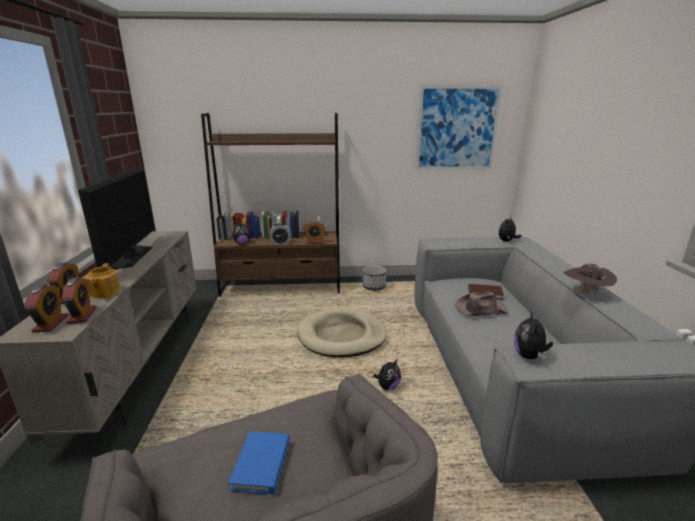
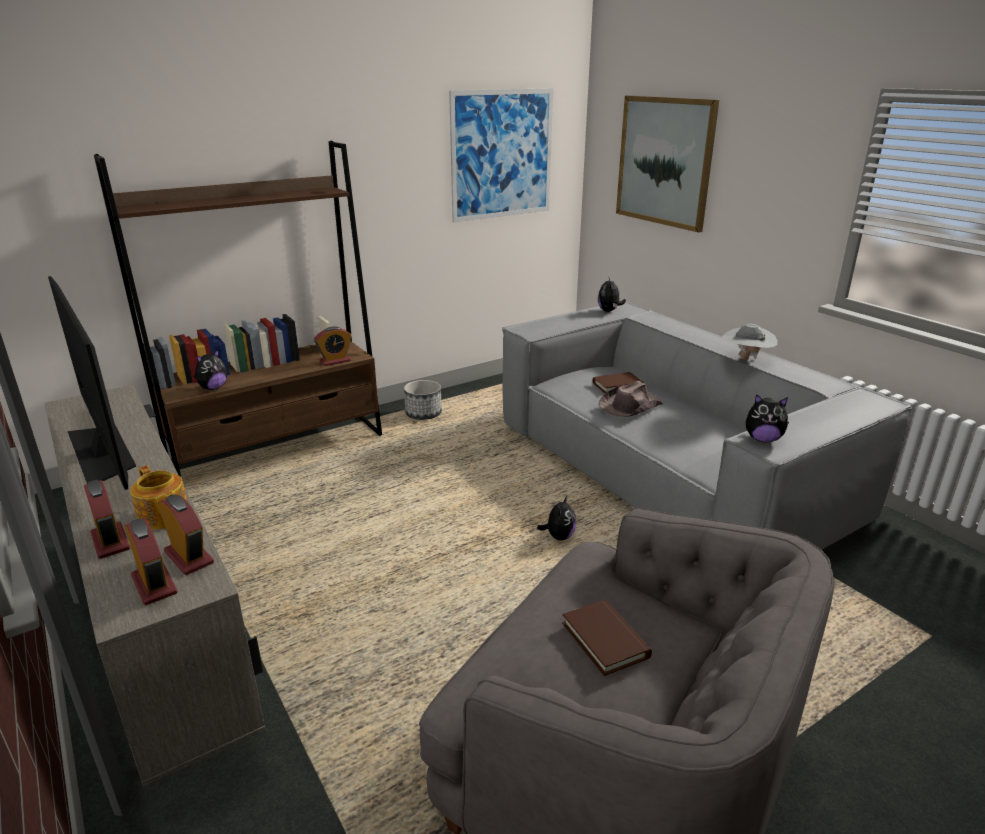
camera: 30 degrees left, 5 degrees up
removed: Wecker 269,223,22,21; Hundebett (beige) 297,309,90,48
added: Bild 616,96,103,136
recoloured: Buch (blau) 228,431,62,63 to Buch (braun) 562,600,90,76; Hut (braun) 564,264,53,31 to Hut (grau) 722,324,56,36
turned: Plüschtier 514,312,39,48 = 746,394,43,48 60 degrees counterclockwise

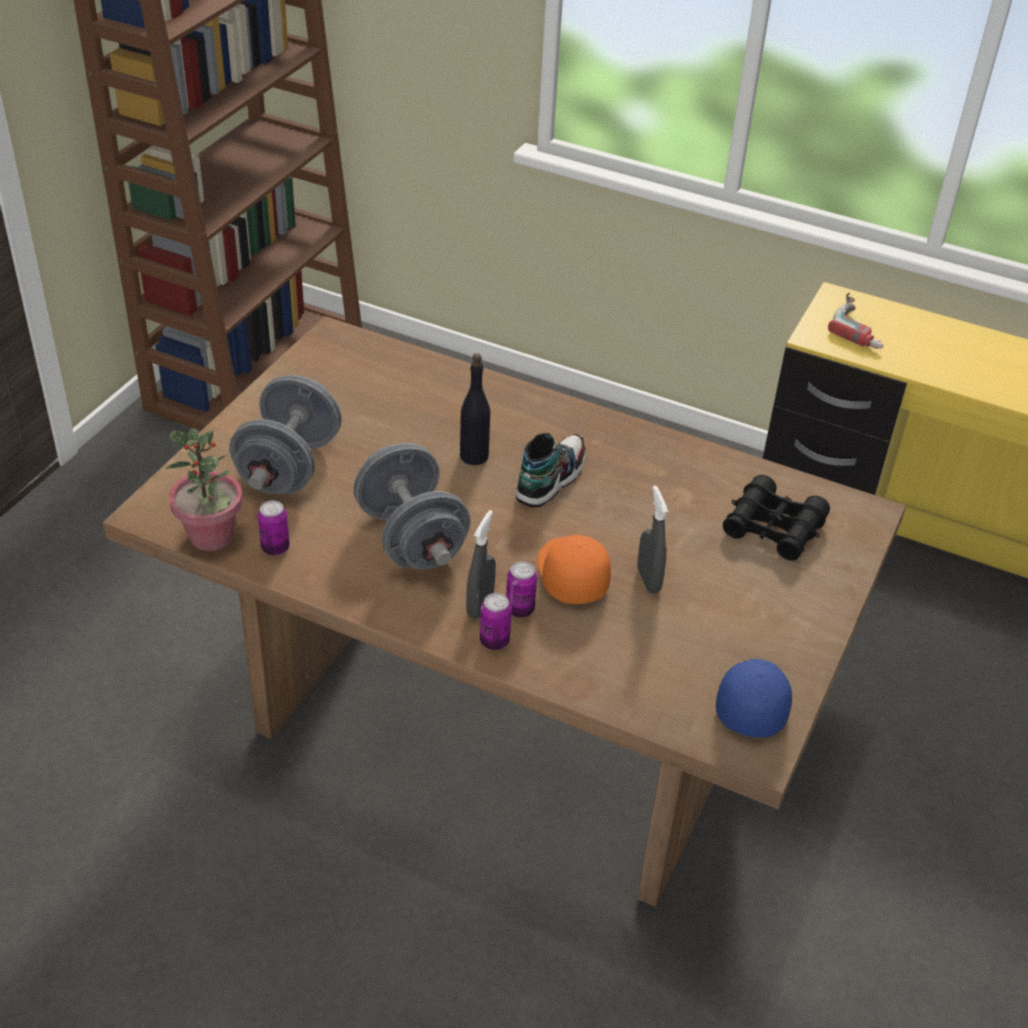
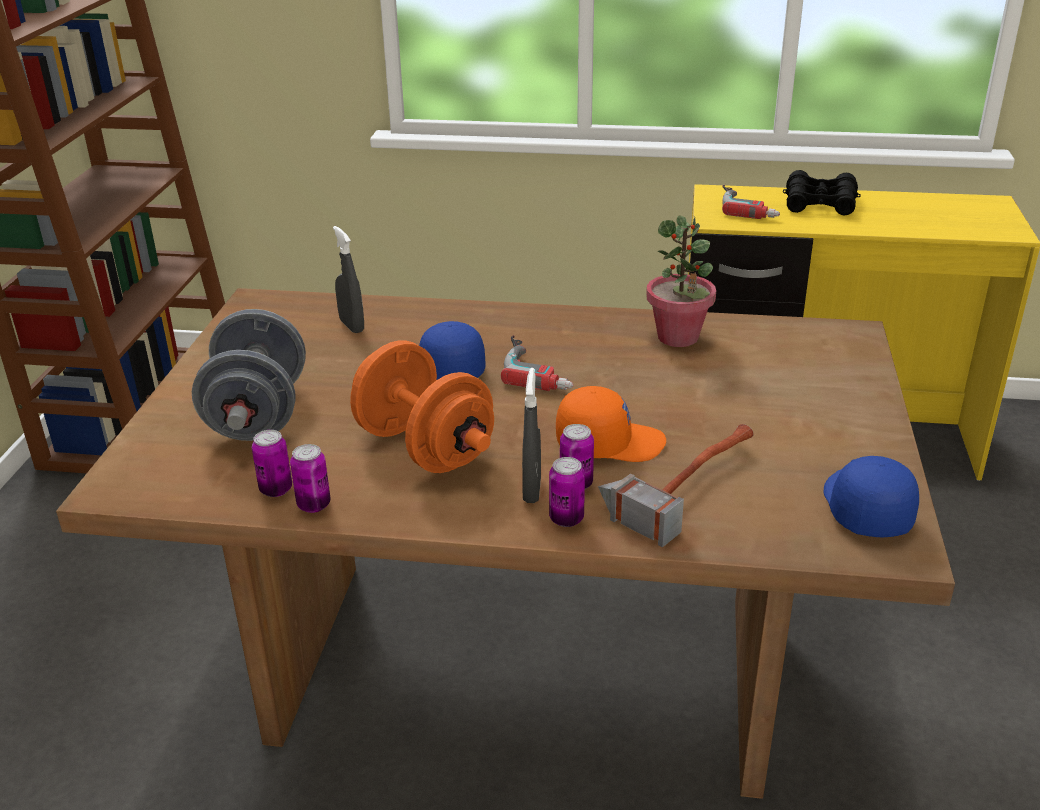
camera: 15 degrees left, 10 degrees down
added: Dose 290,444,41,69; Hammer 598,424,156,123
moved: Topfpflanze 165,428,78,123 to 646,215,70,132; Sprühflasche (grau) 637,485,31,109 to 333,226,31,107; Fernglas (schwarz) 723,475,107,86 to 782,170,79,46
replaced: Flasche (schwarz) 460,353,30,112 to Kappe (blau) 419,321,67,59; Schuh 516,433,70,74 to Bohrmaschine 501,335,73,56
recoloured: Hantel (grau) 354,443,117,126 to Hantel (orange) 350,340,144,133
turned: Kappe (orange) 537,535,74,69 = 556,386,110,76 120 degrees clockwise

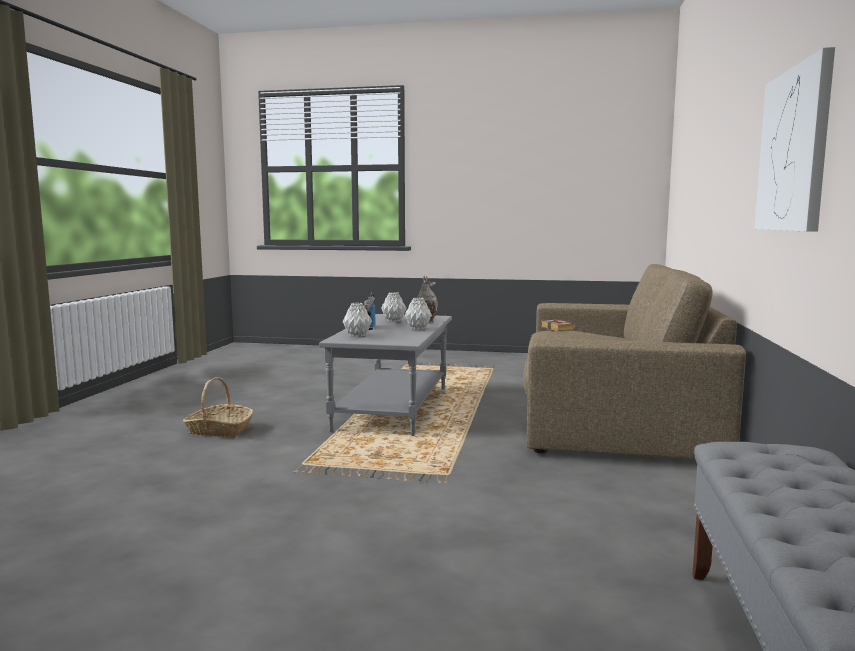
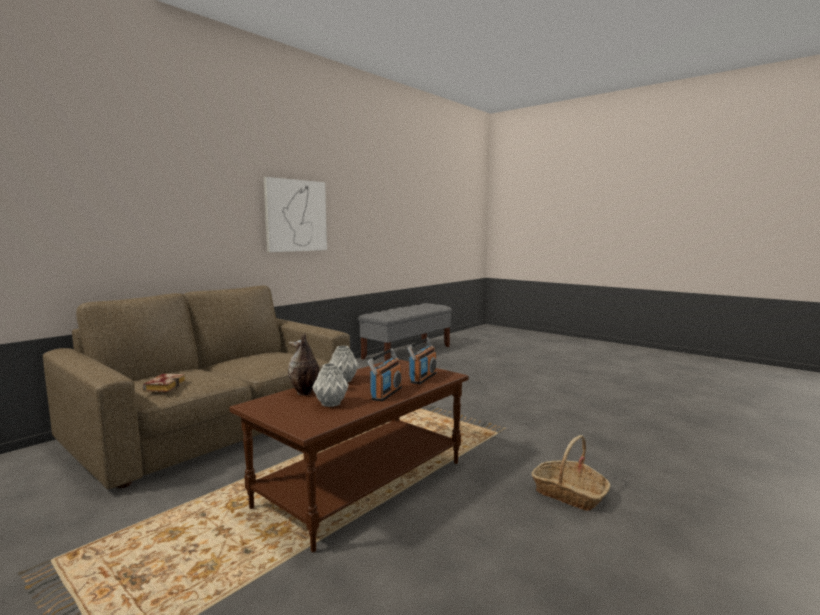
camera: 150 degrees left, 0 degrees up
replaced: Vase (grau) 343,303,29,34 to Radio 407,337,29,47
recoloured: Couchtisch (grau) 319,314,133,122 to Couchtisch (braun) 229,359,239,193

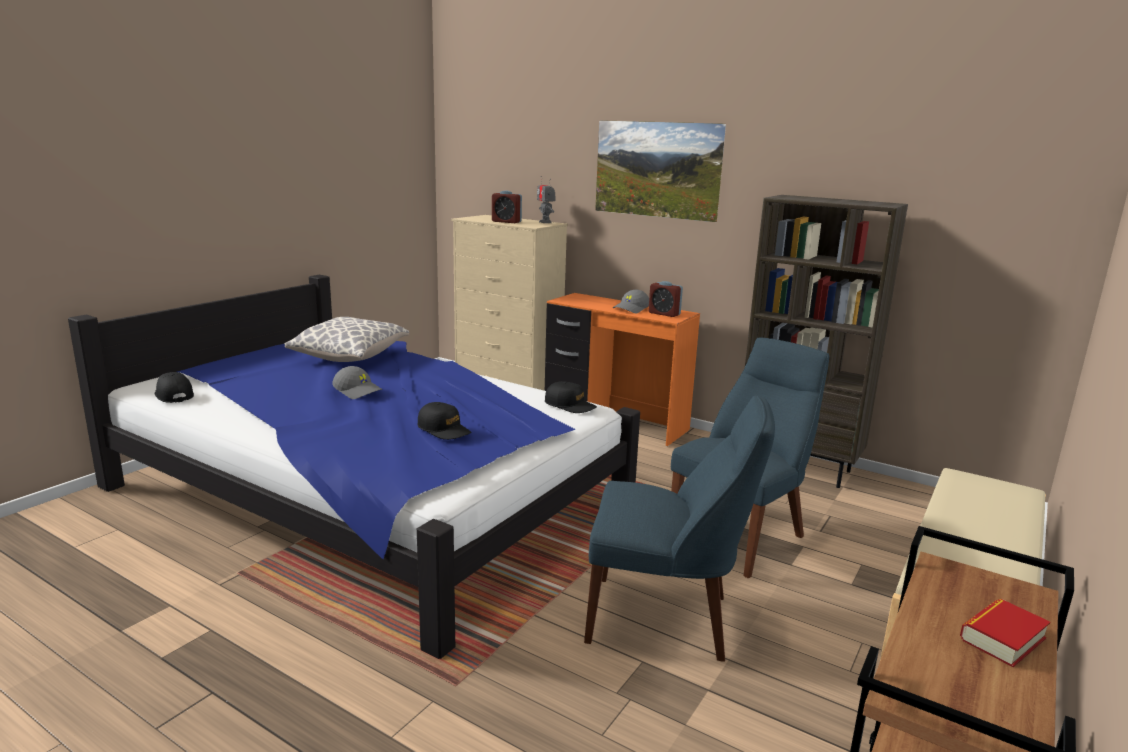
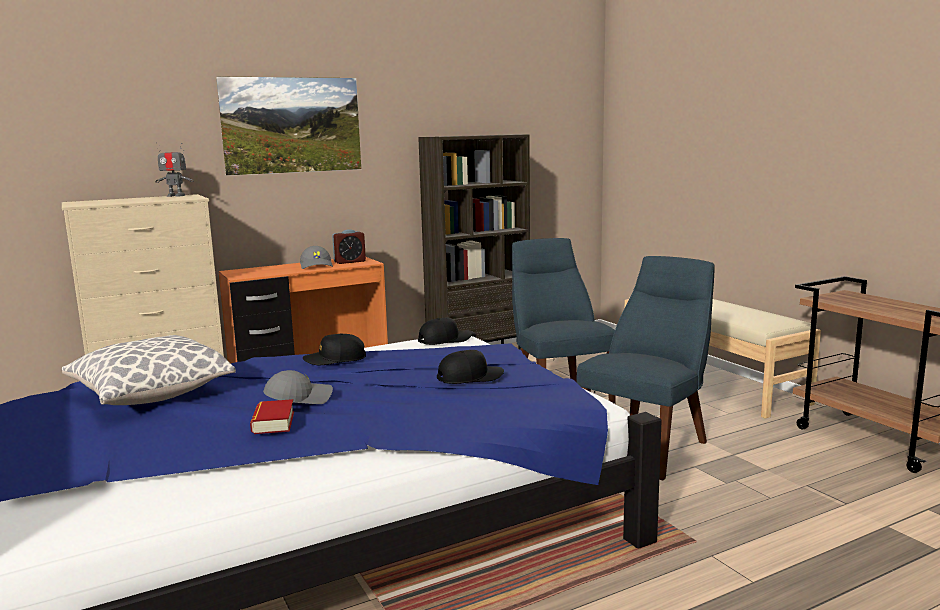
camera: 60 degrees left, 5 degrees down
removed: Wecker 492,191,30,32
moved: Kappe (schwarz) 155,372,39,31 to 303,333,63,32; Buch 960,599,90,68 to 250,399,44,35

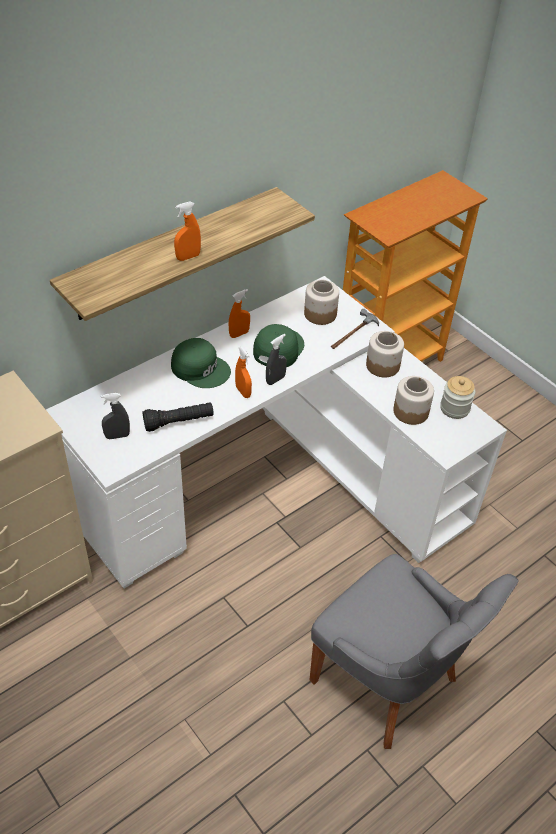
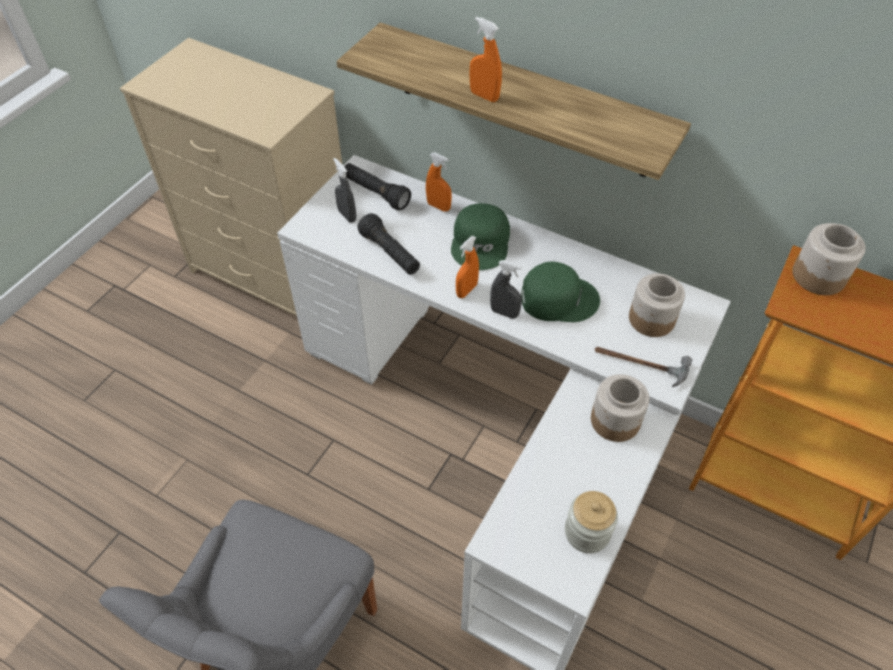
camera: 70 degrees right, 5 degrees up
added: Taschenlampe (schwarz) 344,163,67,47
moved: Sprühflasche (orange) 229,289,21,49 to 426,152,26,60; Vorratsglas 393,376,41,49 to 792,223,74,72

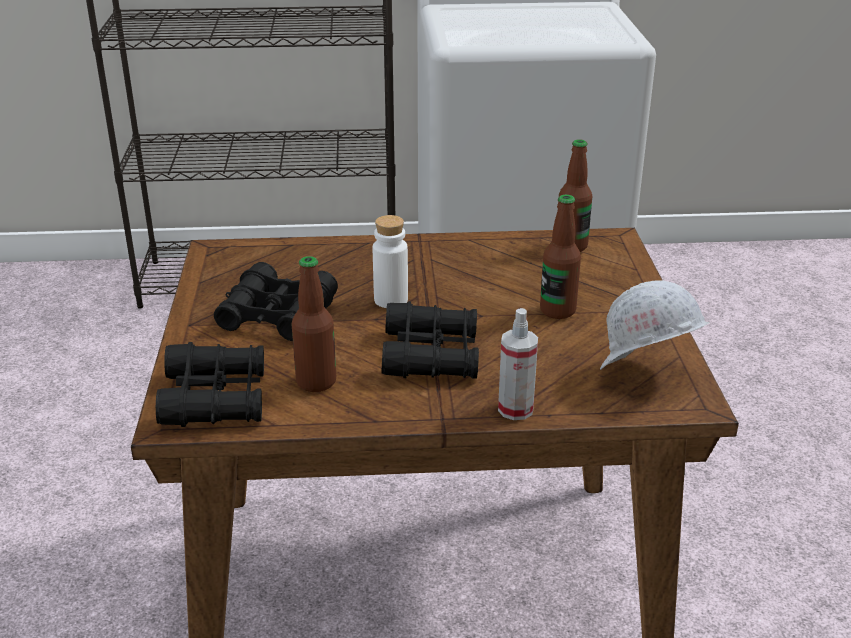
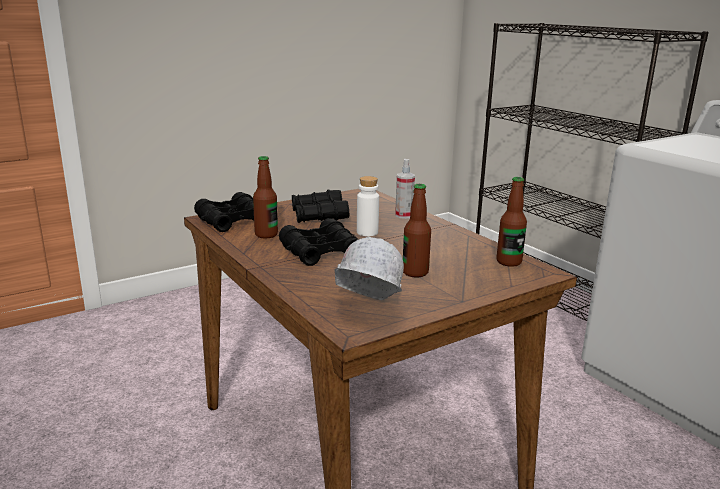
camera: 60 degrees right, 10 degrees down
moved: Sprühflasche 498,308,40,112 to 395,159,20,60

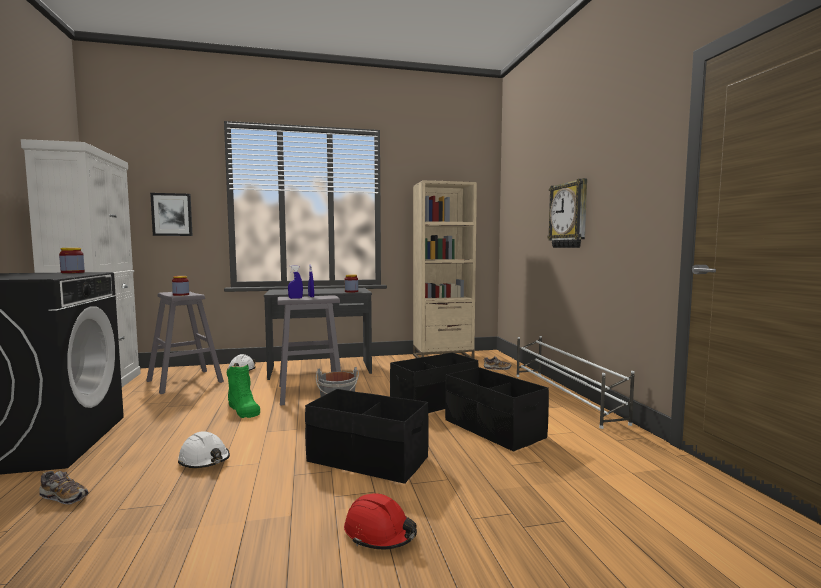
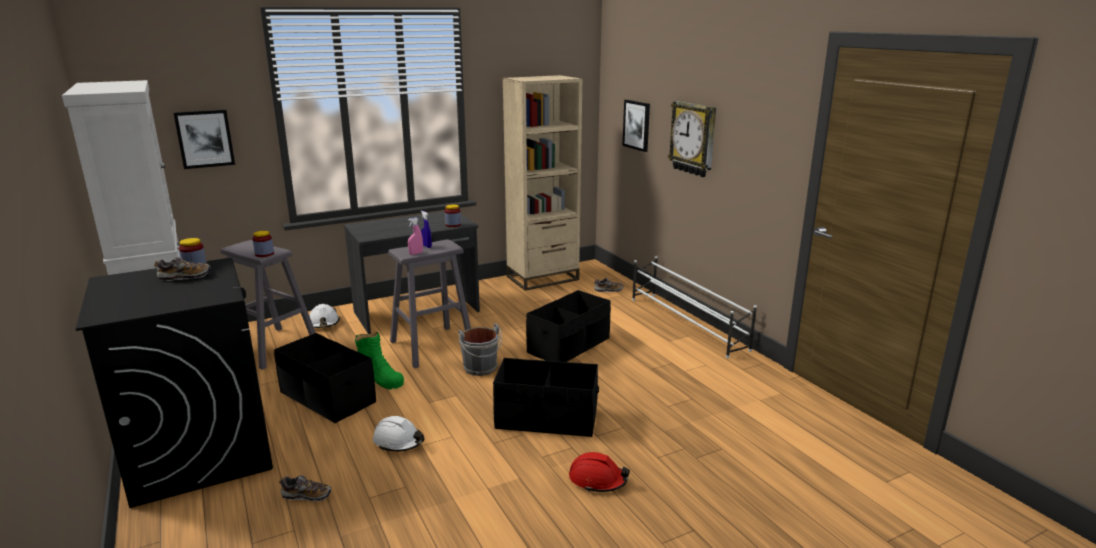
camera: 15 degrees left, 15 degrees up
added: Schuh 154,256,57,25; Bild 622,100,28,52
moved: Aufbewahrungsbox (schwarz) 445,367,104,85 to 274,333,102,90
recoloured: Sprühflasche (blau) 288,265,15,34 to Sprühflasche (rosa) 408,218,15,37

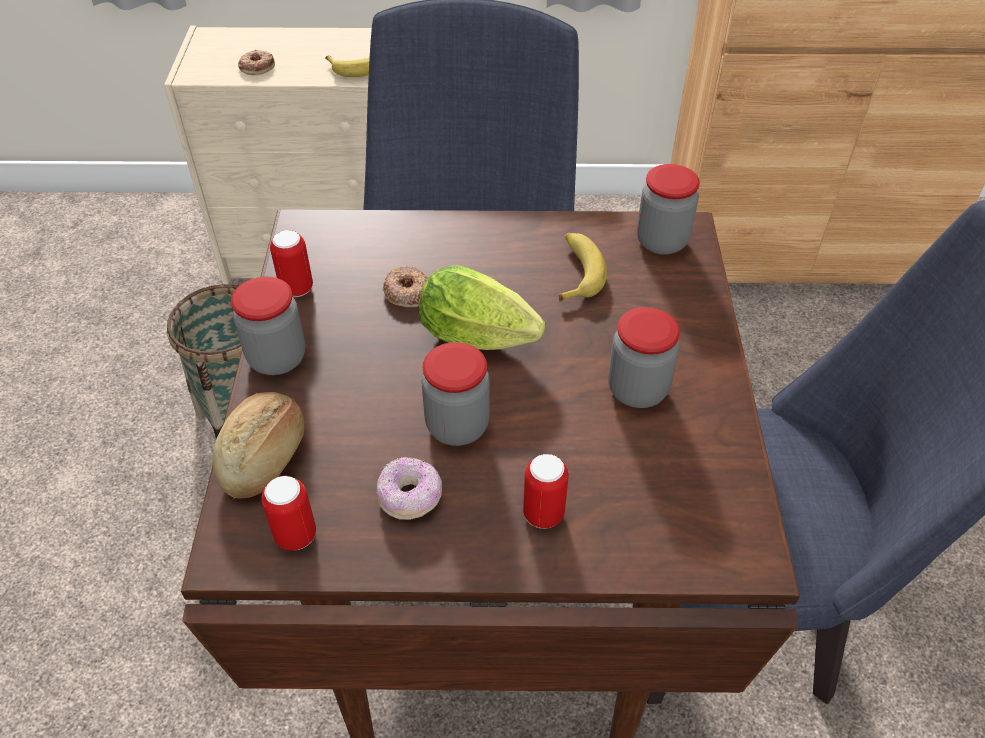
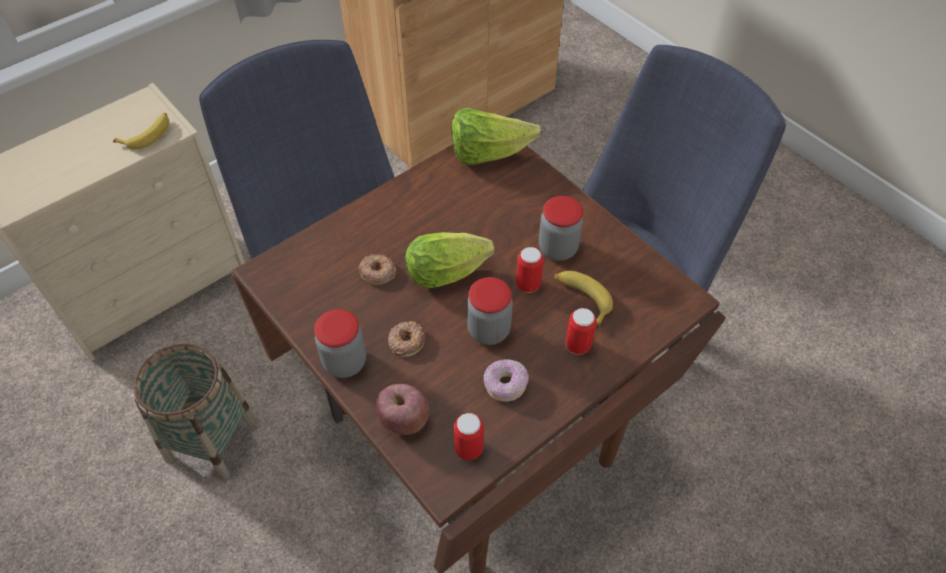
camera: 40 degrees left, 5 degrees up
moved: Donut 238,49,37,26 to 388,321,37,36; Dose 270,230,43,67 to 516,247,28,46; Banane 559,233,48,69 to 554,271,59,57
replaced: Brot 212,392,92,107 to Apfel 376,384,53,51; Vorratsglas 637,164,63,91 to Salatkopf 452,108,89,57

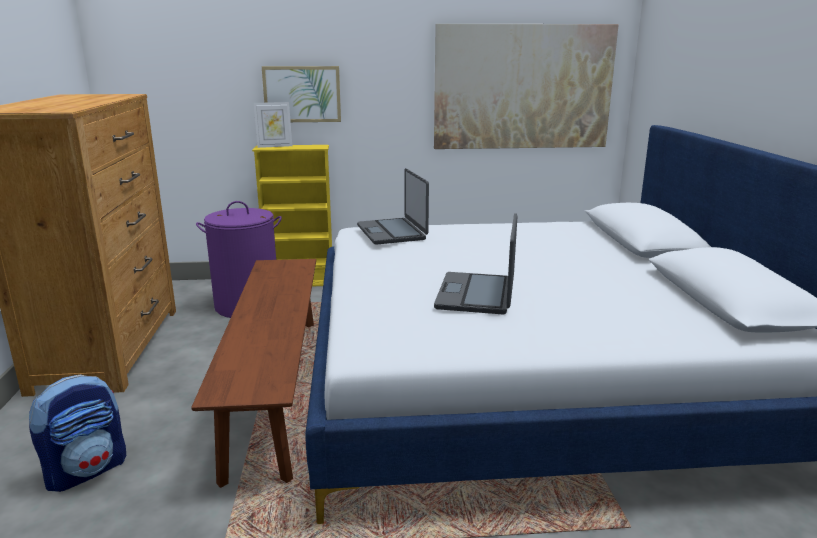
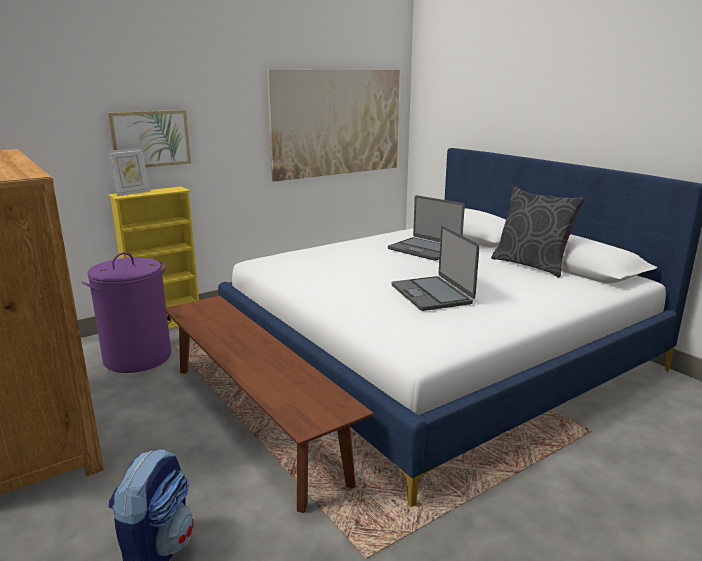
camera: 30 degrees left, 0 degrees up
added: Kissen (grau) 491,186,94,92
moved: Laptop 357,168,72,77 to 388,195,77,66

